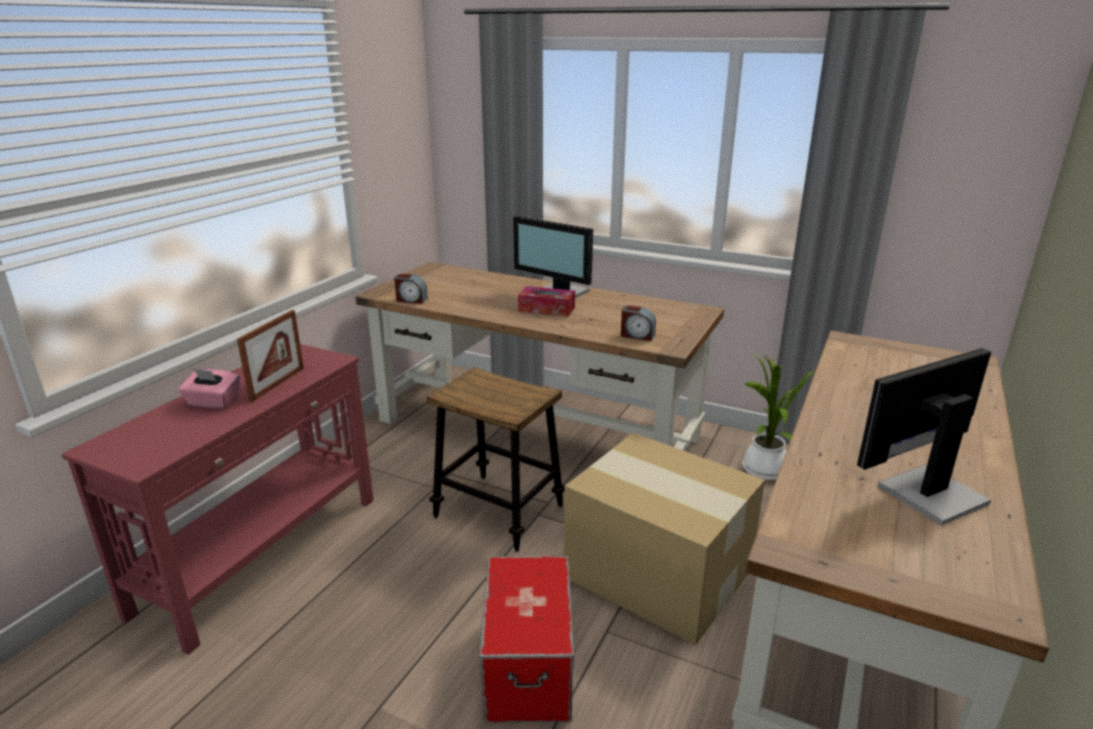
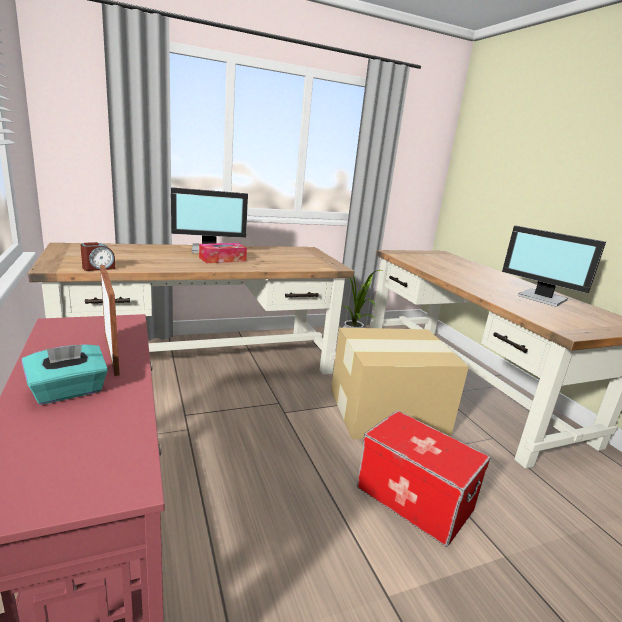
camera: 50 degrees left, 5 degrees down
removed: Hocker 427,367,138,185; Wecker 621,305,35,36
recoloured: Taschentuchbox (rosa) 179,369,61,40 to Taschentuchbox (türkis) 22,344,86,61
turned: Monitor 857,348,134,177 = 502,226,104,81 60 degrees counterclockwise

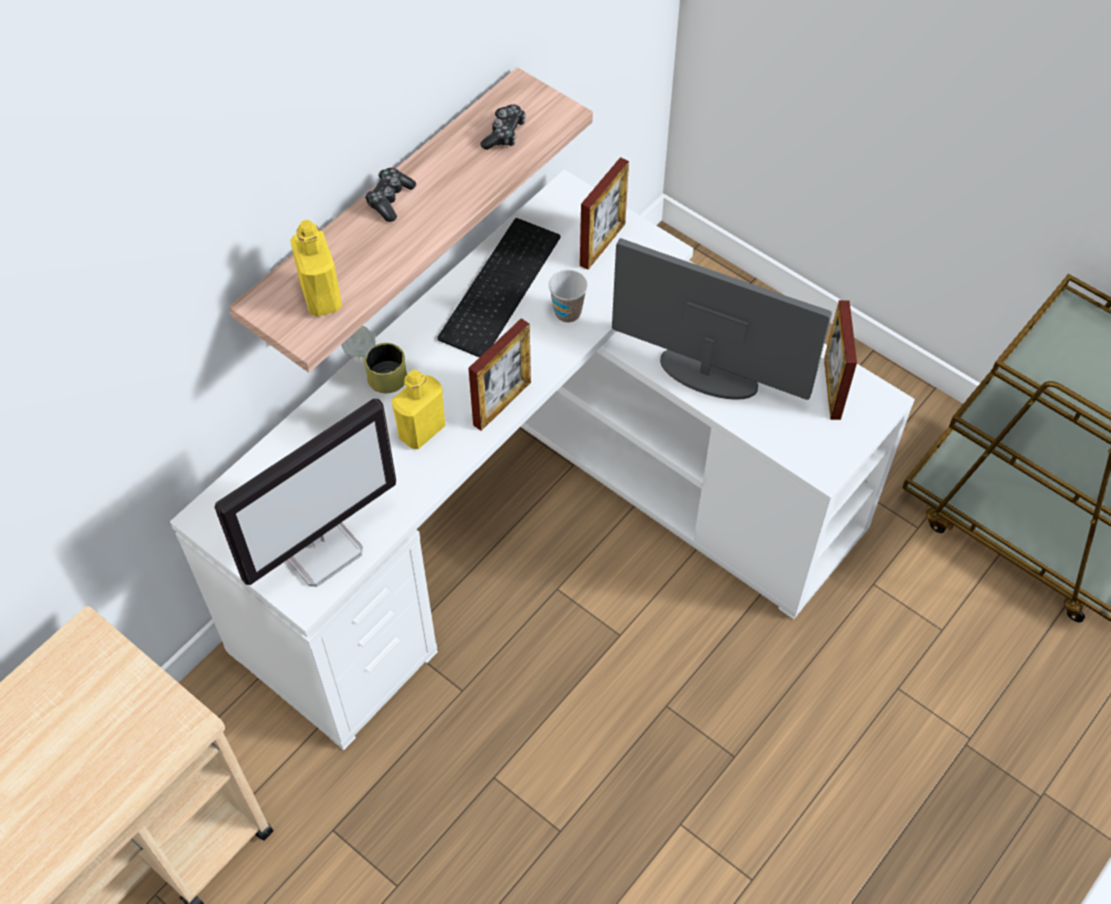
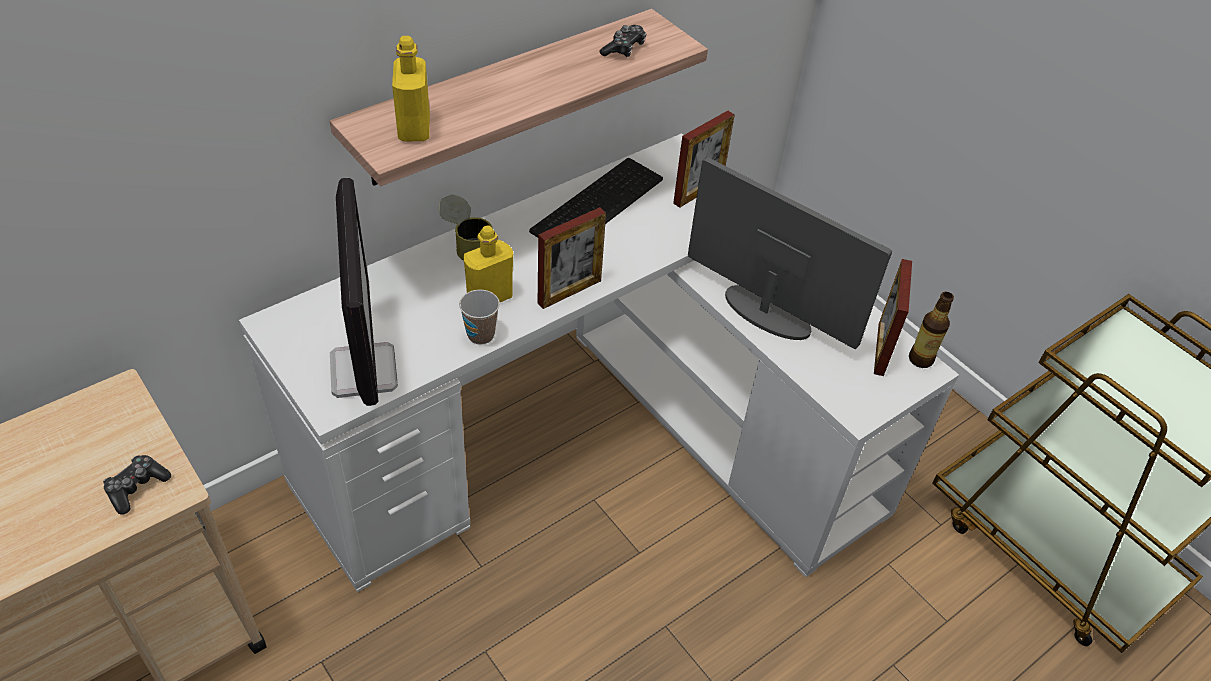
camera: 10 degrees right, 10 degrees down
added: Flasche 909,292,45,76
moved: Gamepad 365,168,51,54 to 103,455,68,60; Tasse 549,270,39,53 to 459,290,41,55
turned: Monitor 214,399,182,188 = 330,178,68,228 75 degrees counterclockwise

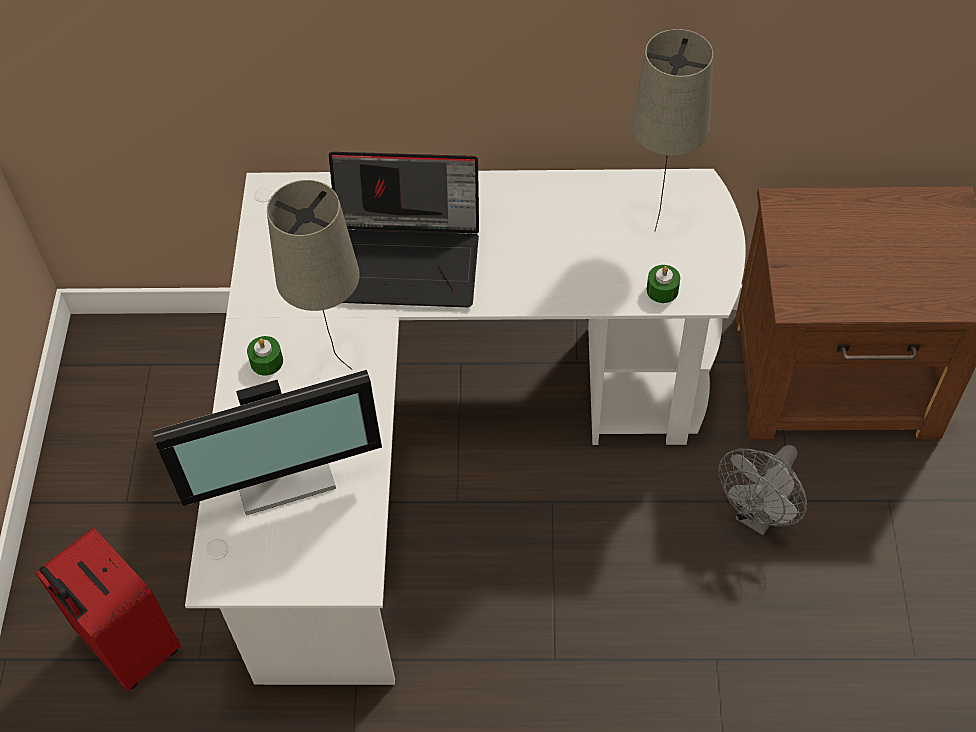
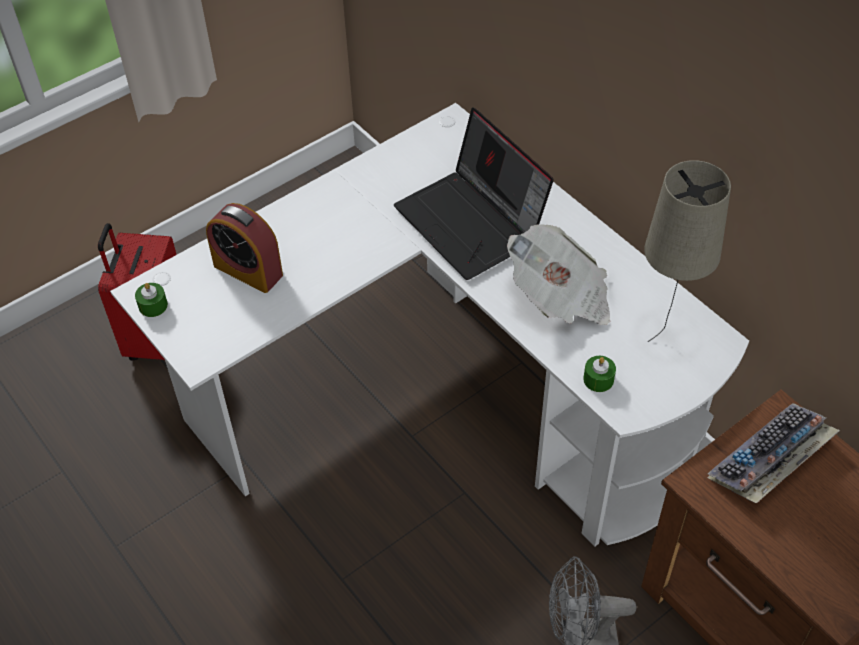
camera: 50 degrees right, 5 degrees down
removed: Tischlampe (beige) 267,180,93,190
added: Zeitung 507,224,103,101; Tastatur 707,403,133,100
moved: Kerze (grün) 247,336,36,40 to 135,283,33,34
replaced: Monitor 152,370,230,145 to Wecker 206,203,77,90

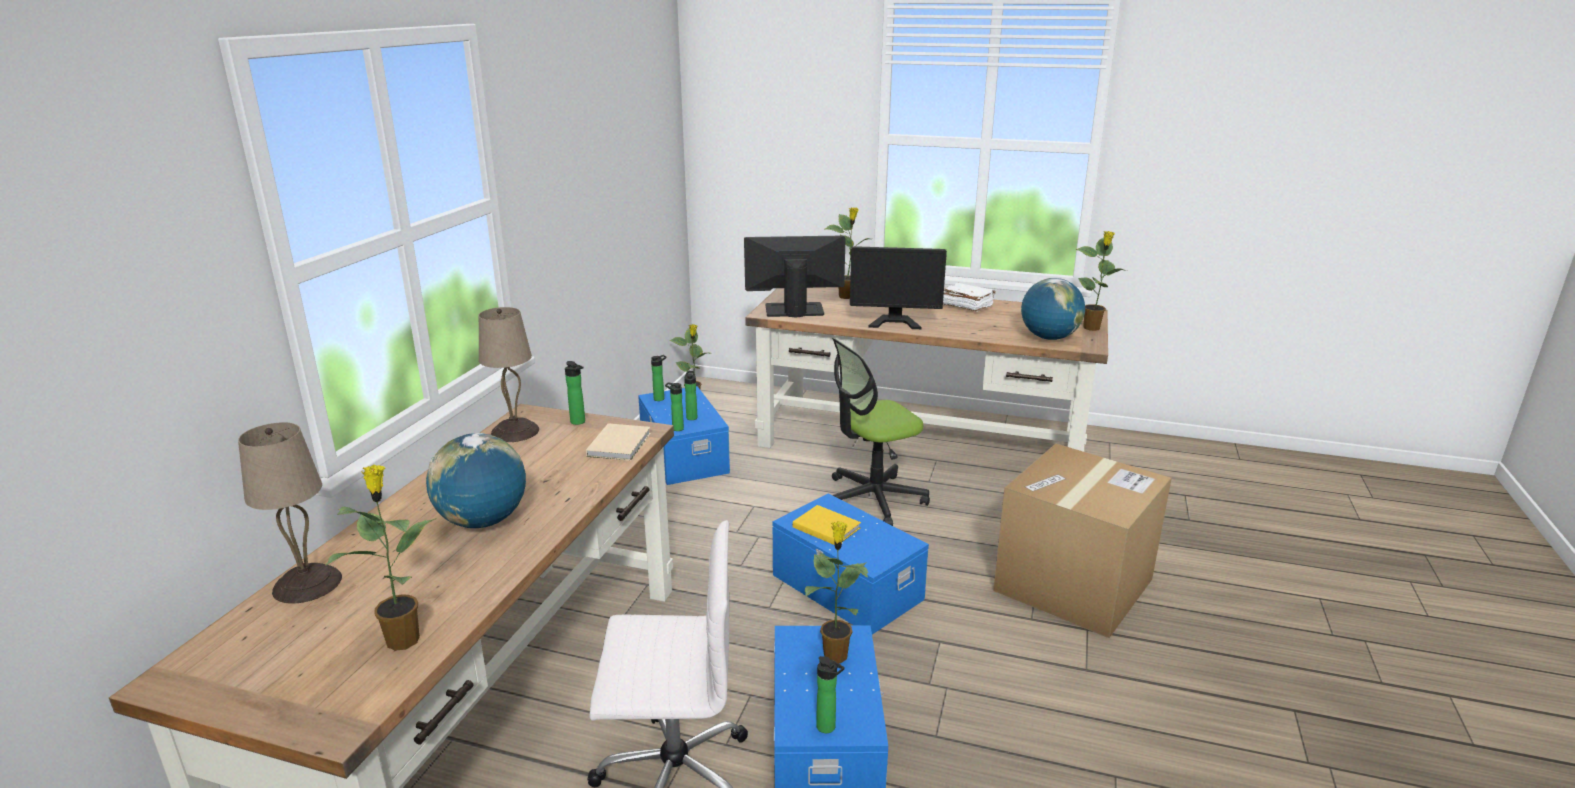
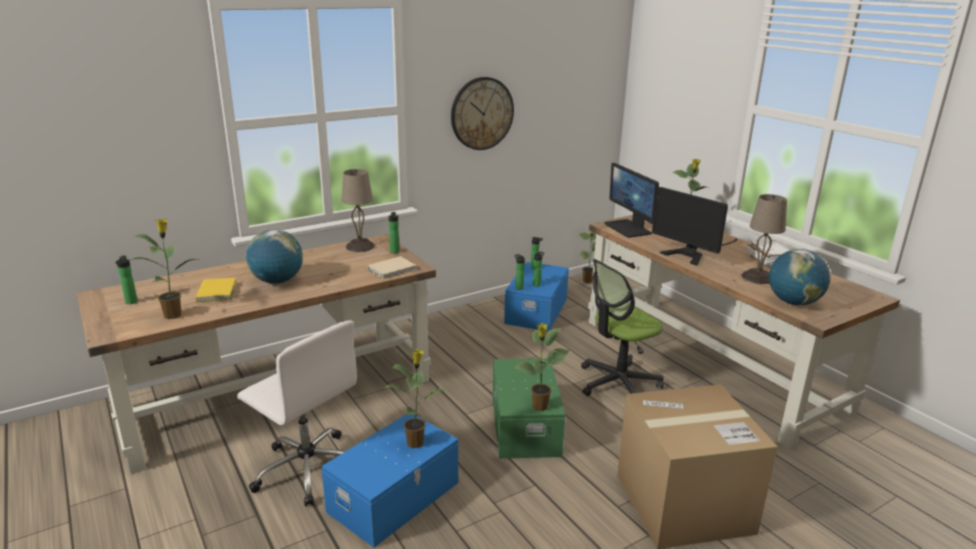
camera: 40 degrees right, 0 degrees up
added: Wanduhr 451,77,63,73
moved: Tischlampe (beige) 238,422,104,182 to 742,194,45,90; Buch (gelb) 793,505,68,40 to 196,278,40,24; Flasche 816,656,29,77 to 115,255,23,49; Topfpflanze 1076,231,52,100 to 514,323,56,88
recoloured: Aufbewahrungsbox (blau) 773,493,156,142 to Aufbewahrungsbox (grün) 493,358,73,101
turned: Monitor 744,236,102,81 = 604,163,55,75 150 degrees counterclockwise; Bürostuhl 832,338,98,188 = 581,259,83,137 45 degrees counterclockwise

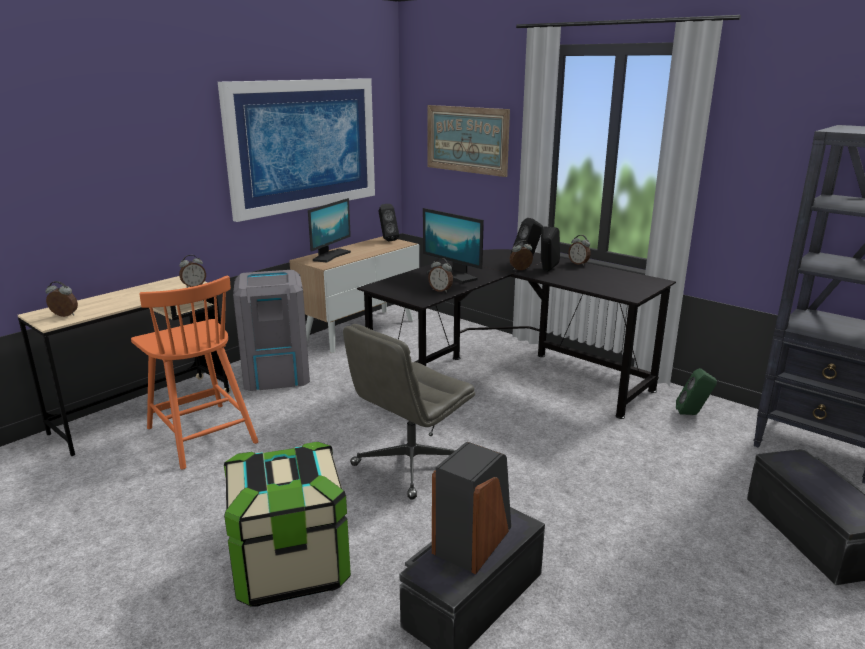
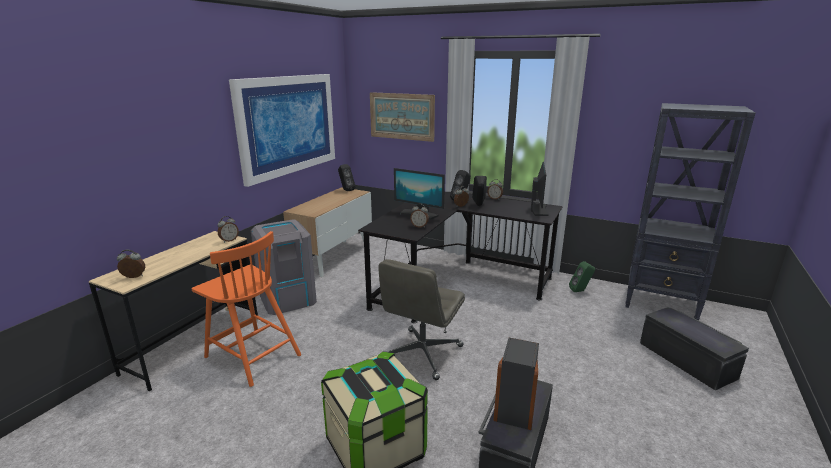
camera: 15 degrees left, 0 degrees up
moved: Monitor 308,198,43,65 to 531,162,18,54

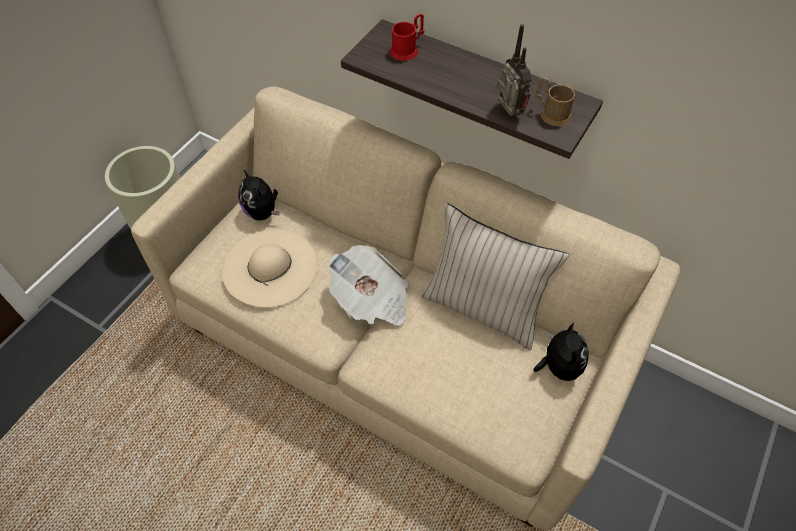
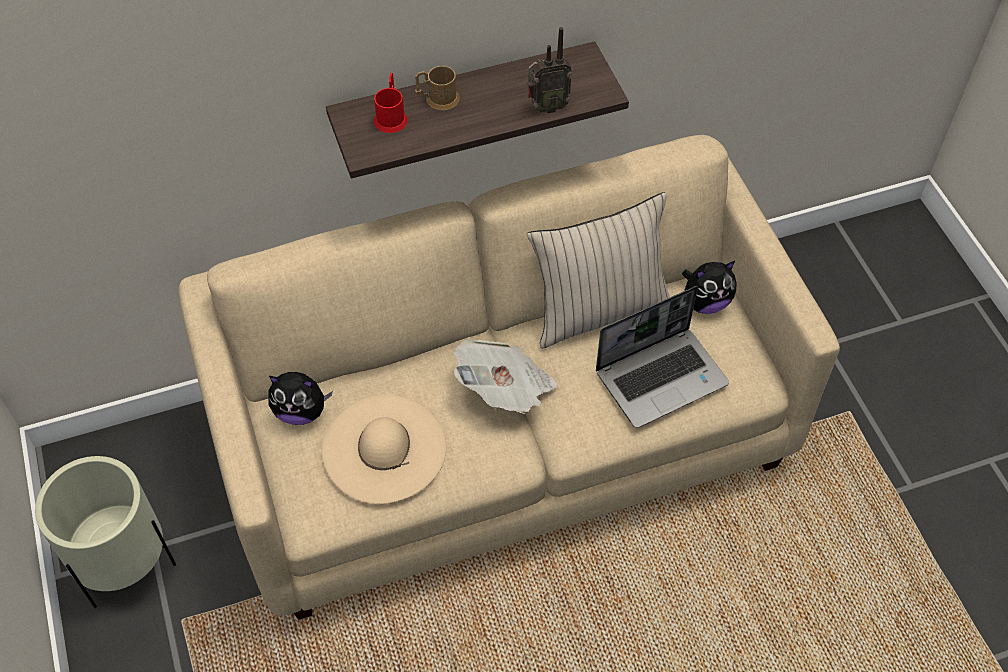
camera: 50 degrees left, 0 degrees up
added: Laptop 596,286,133,142
moved: Henkelbecher (braun) 535,77,40,49 to 415,66,45,44
turned: Radio 497,24,35,92 = 527,27,45,87 150 degrees clockwise; Plüschtier 533,322,55,59 = 682,261,54,53 120 degrees clockwise

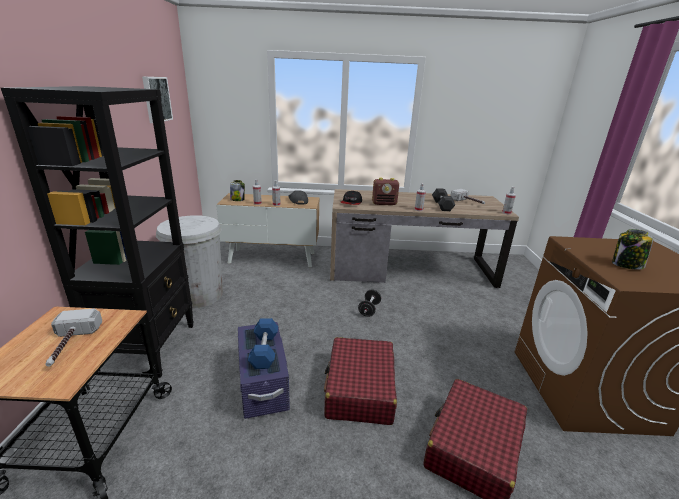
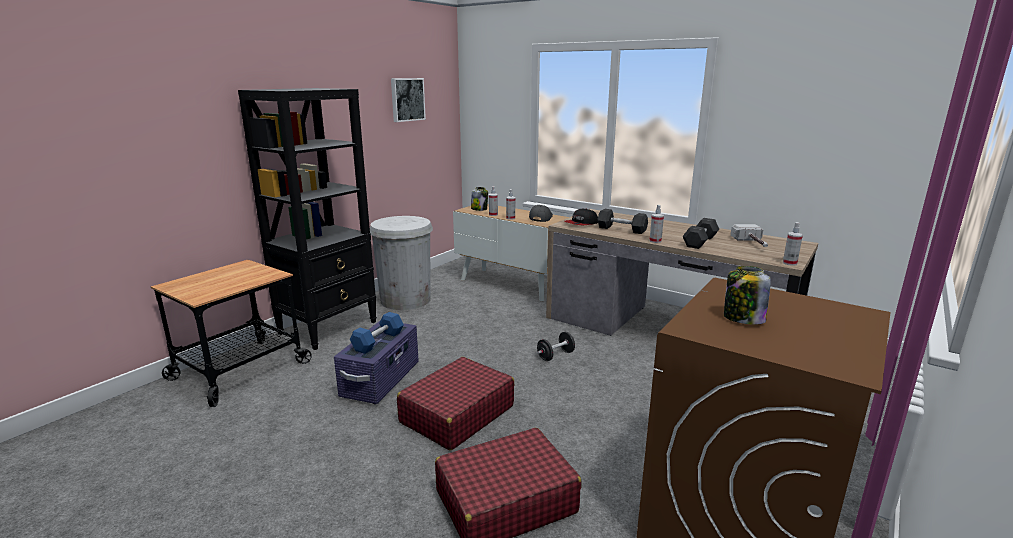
camera: 35 degrees right, 5 degrees down
removed: Hammer 46,308,56,59
replaced: Radio 372,178,27,27 to Hantel (grau) 597,209,51,25

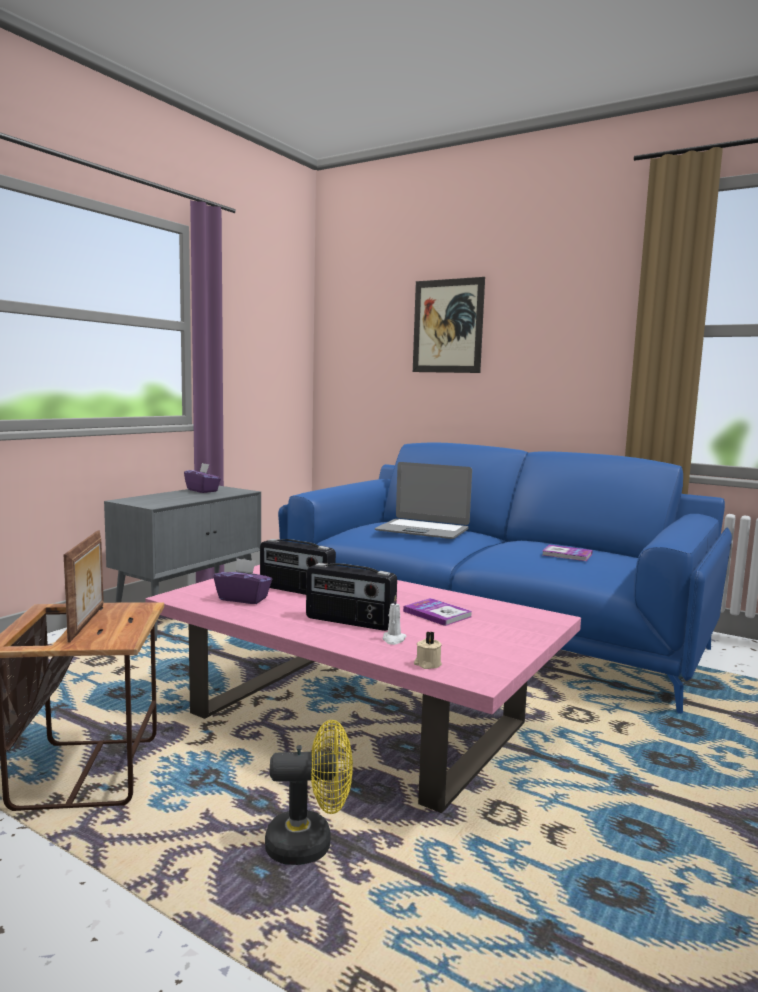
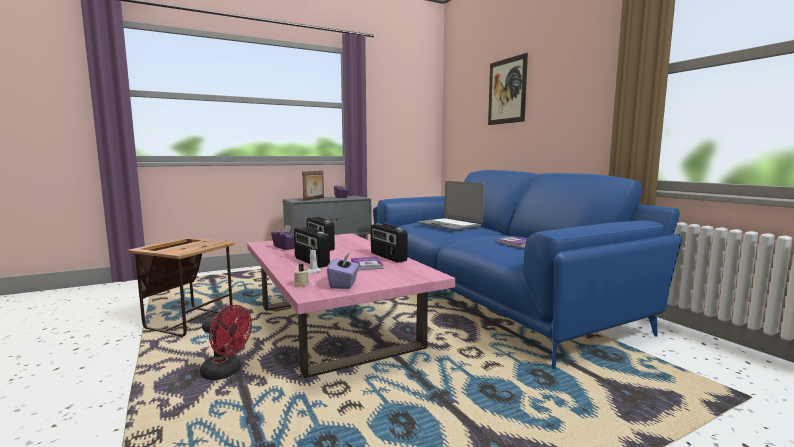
camera: 30 degrees right, 0 degrees up
added: Taschentuchbox (lila) 327,252,32,37; Radio 371,223,36,40
moved: Bilderrahmen 64,531,40,112 to 302,171,22,30
recoloured: Ventilator (gelb) 265,720,88,145 to Ventilator (rot) 200,305,52,75

